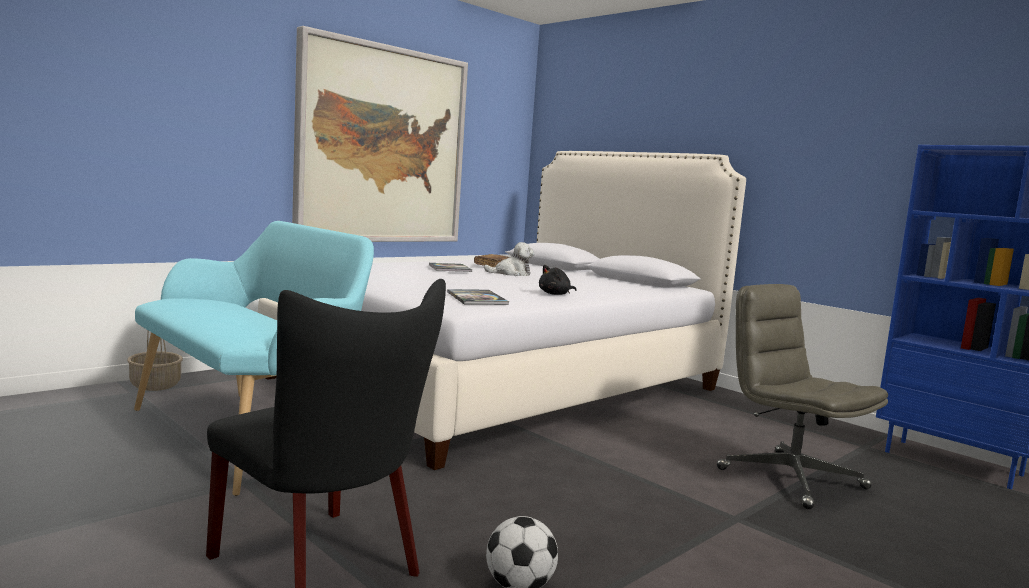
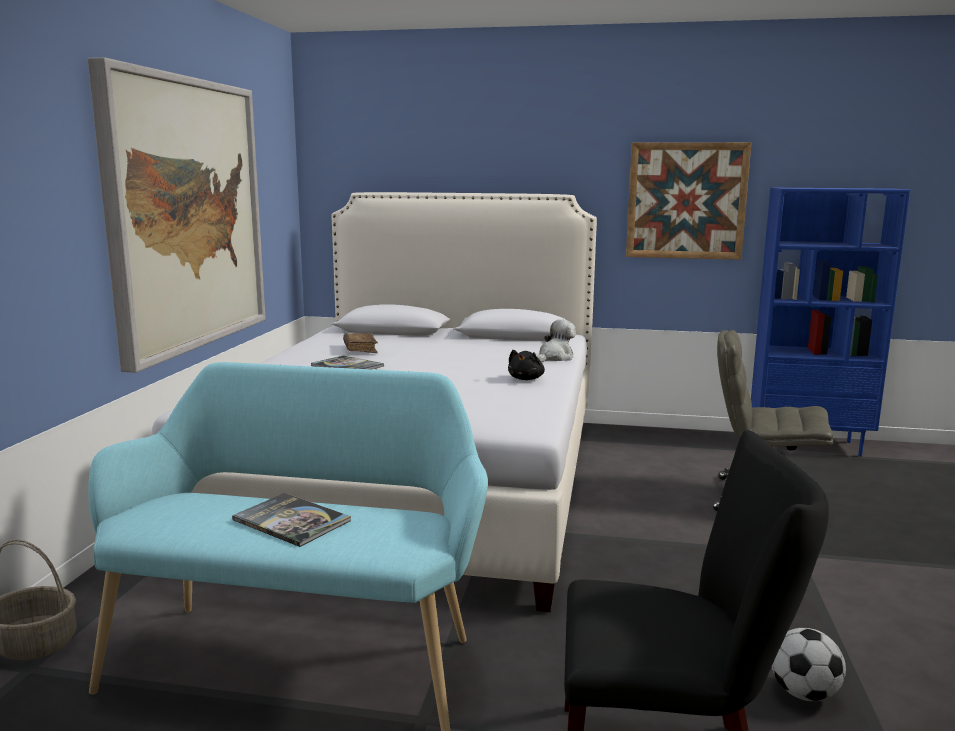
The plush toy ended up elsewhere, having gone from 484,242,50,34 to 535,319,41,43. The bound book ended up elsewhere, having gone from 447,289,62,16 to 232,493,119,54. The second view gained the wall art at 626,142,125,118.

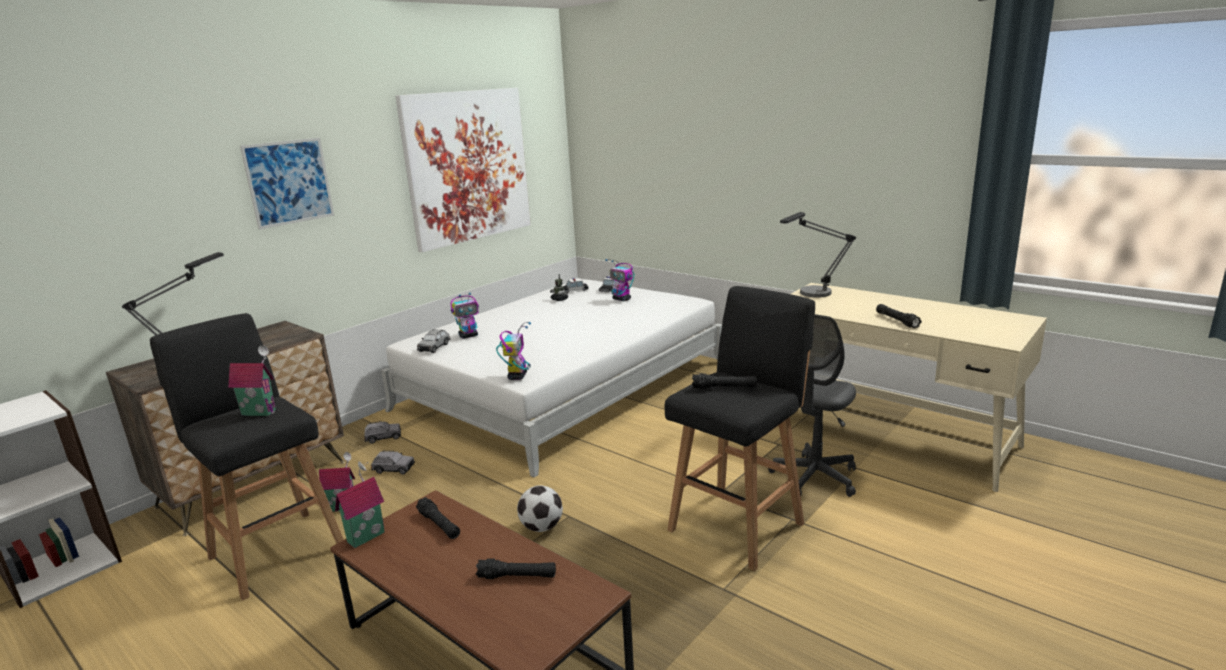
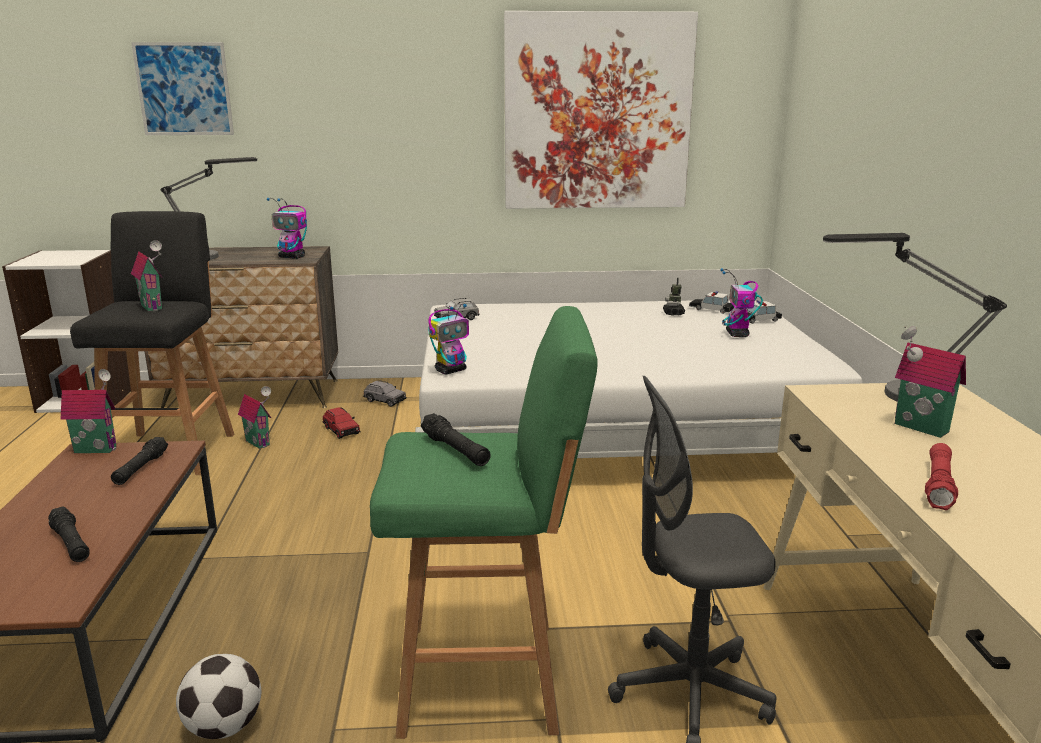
The wall art ended up elsewhere, having gone from 240,138,94,92 to 131,42,103,93. What was the sitting stool (black) at 664,286,151,285 turned into the sitting stool (green-coloured) at 370,306,228,433. The robot figure ended up elsewhere, having gone from 451,293,28,46 to 267,198,40,61. What was the torch (black) at 876,304,46,24 turned into the torch (red) at 925,443,33,67. What was the model car (grey) at 371,451,44,23 turned into the model car (red) at 322,407,39,32. The ball for football ended up elsewhere, having gone from 517,485,46,47 to 176,654,85,85. The second view gained the toy house at 895,326,71,112.

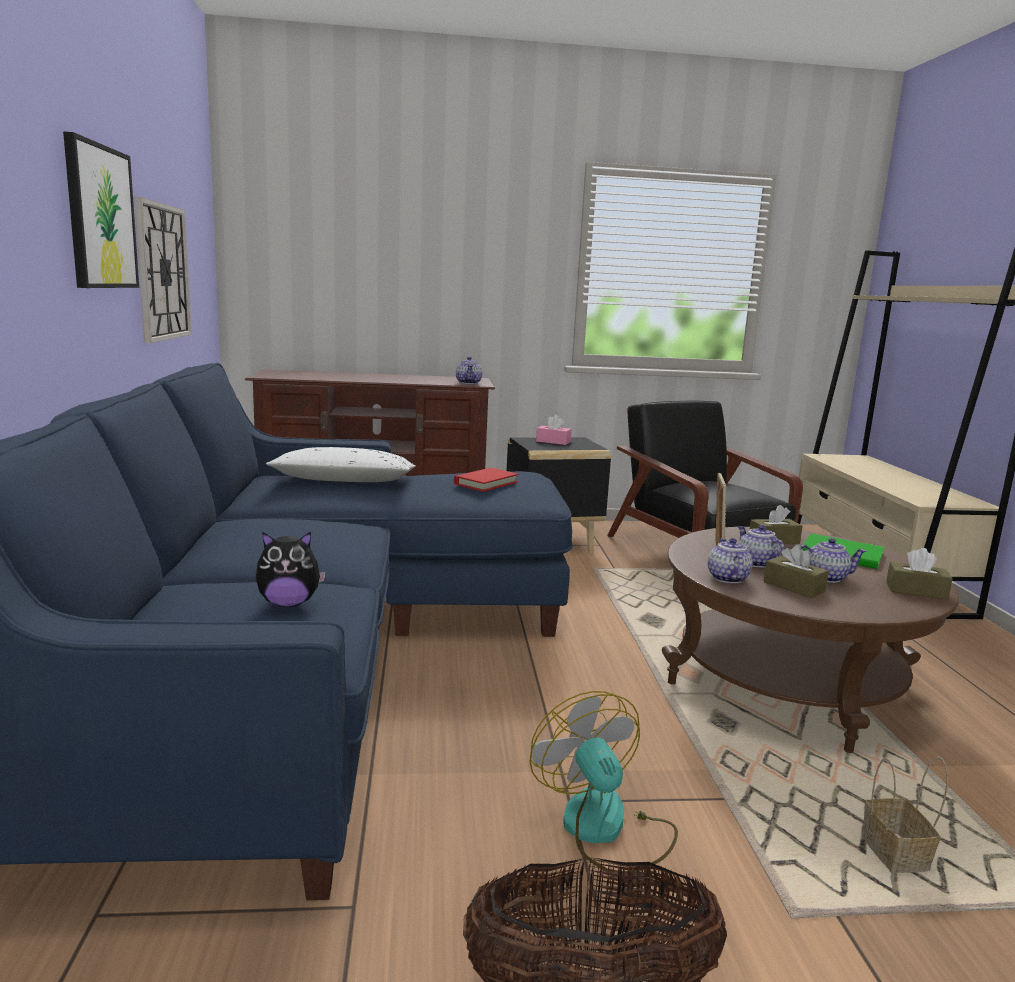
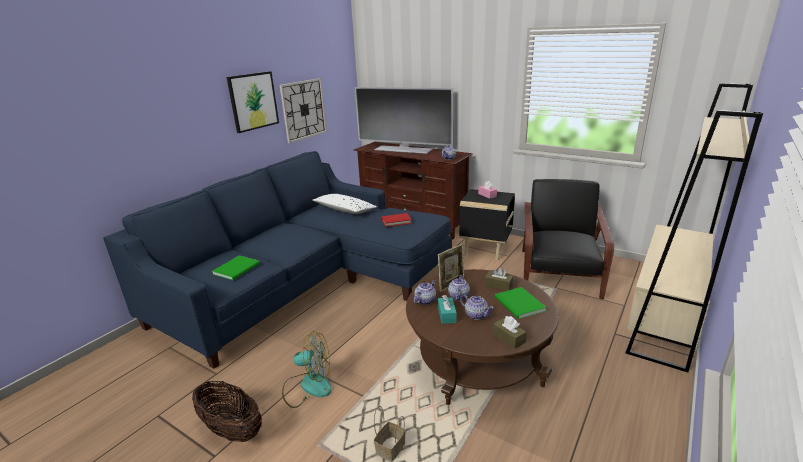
Where the plush toy stood at 256,531,70,76, the bound book (green-coloured) came to stand at 212,256,48,24. What was the tissue box (brown) at 764,545,65,53 turned into the tissue box (blue-green) at 438,295,19,29. The fan at 529,691,149,181 ended up facing another way, 75 degrees clockwise from before. The second view gained the TV set at 355,87,98,67.

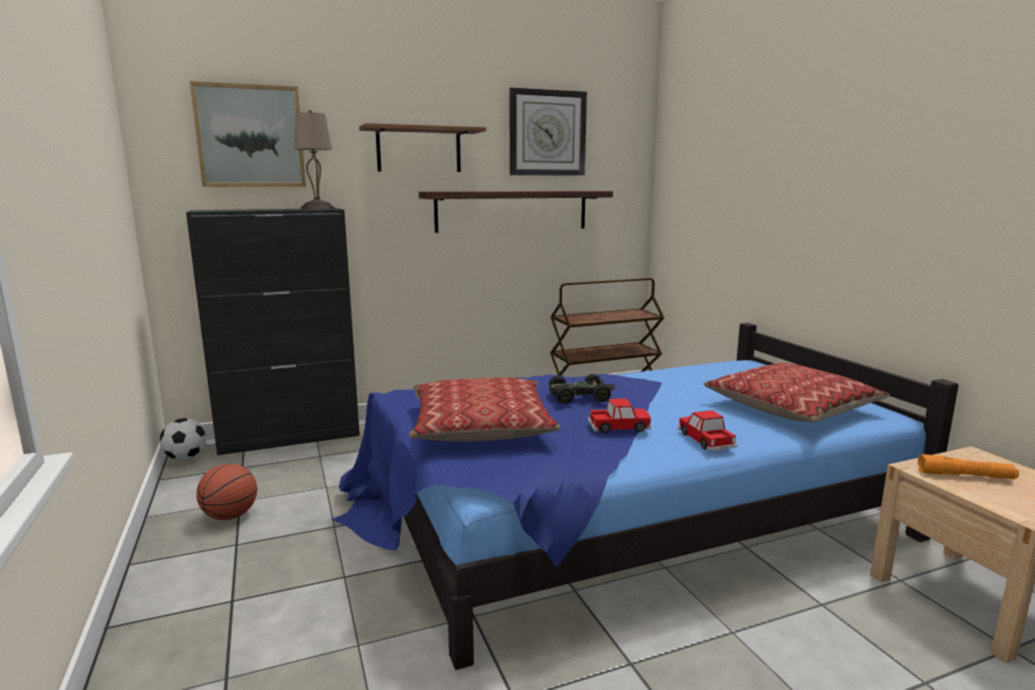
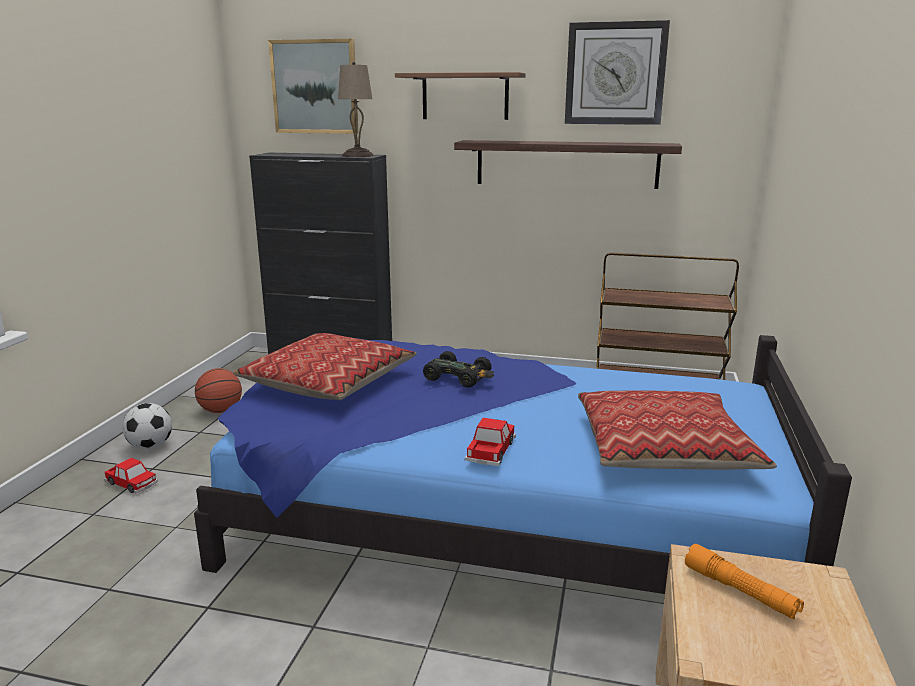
The model car ended up elsewhere, having gone from 588,398,63,35 to 104,458,54,35. The ball for football ended up elsewhere, having gone from 160,418,47,42 to 122,403,50,46.

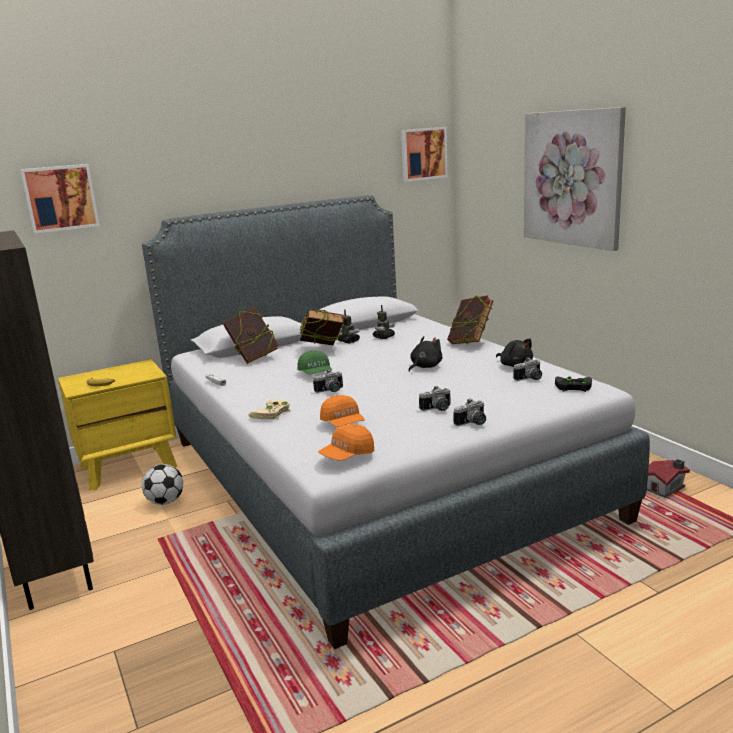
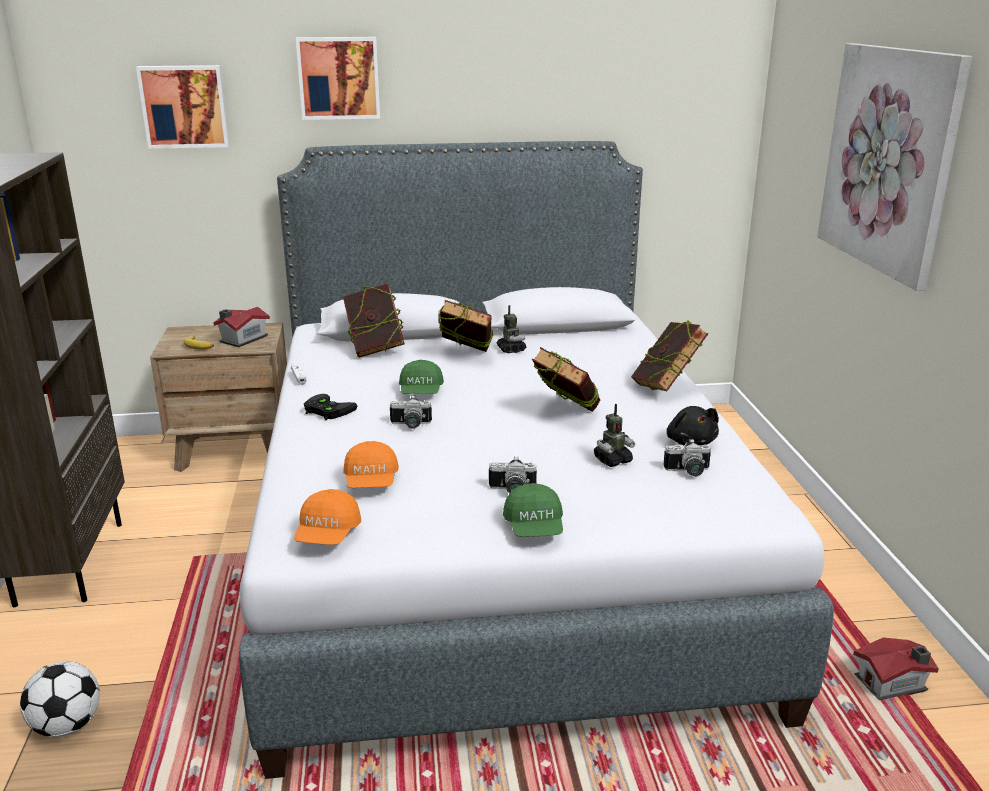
The wall art ended up elsewhere, having gone from 401,127,47,55 to 296,37,84,83. The robot figure ended up elsewhere, having gone from 373,305,22,34 to 594,404,41,63. Where the plush toy (black) stood at 408,336,34,36, the bound book came to stand at 532,347,68,65. What was the nightstand (yellow-coloured) at 58,359,119,131 turned into the nightstand (brown) at 150,323,137,149. The gamepad (black) ended up elsewhere, having gone from 555,377,37,15 to 304,394,53,26. Where the still camera stood at 453,398,33,28, the baseball cap (green-coloured) came to stand at 503,483,60,54. The second view lost the gamepad (sand-coloured) at 249,399,41,20. The baseball cap (orange-coloured) at 318,424,56,37 ended up facing another way, 60 degrees counterclockwise from before. The ball for football ended up elsewhere, having gone from 142,464,41,41 to 20,661,80,76. The second view gained the toy house at 213,307,57,40.

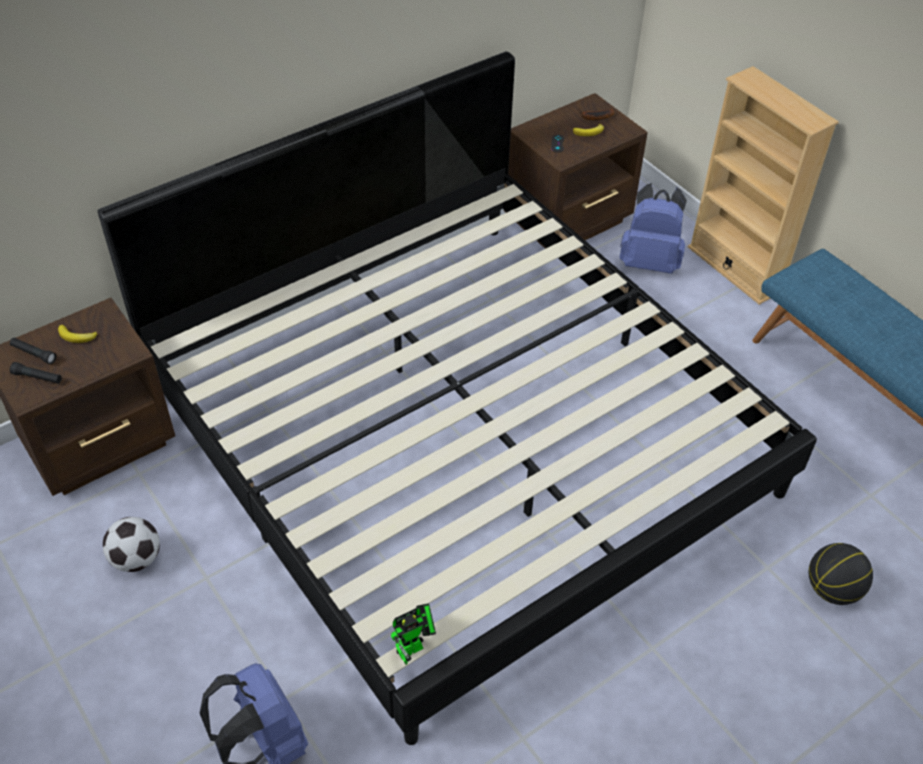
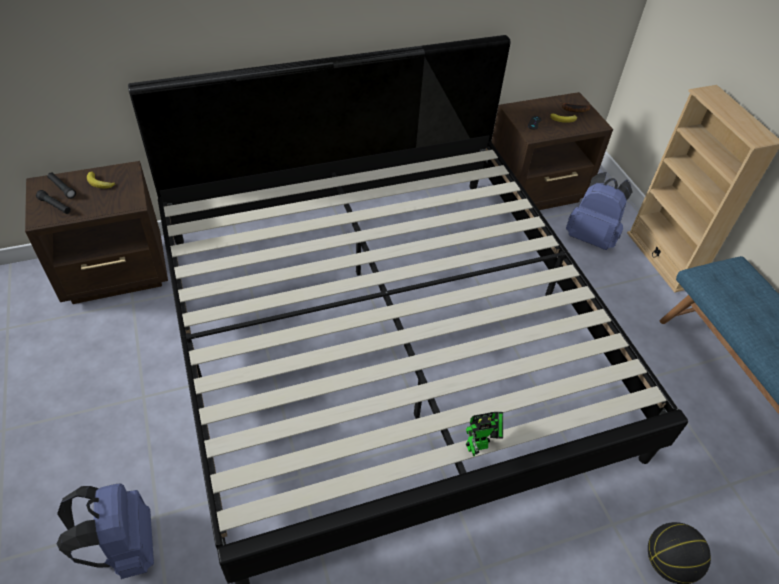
The second view lost the ball for football at 103,517,57,55. The robot figure ended up elsewhere, having gone from 391,603,45,62 to 466,412,37,44.

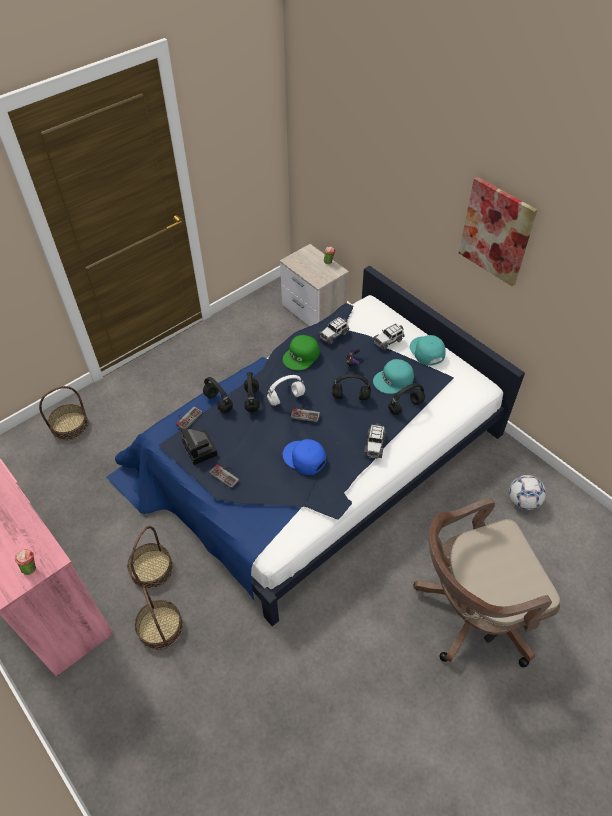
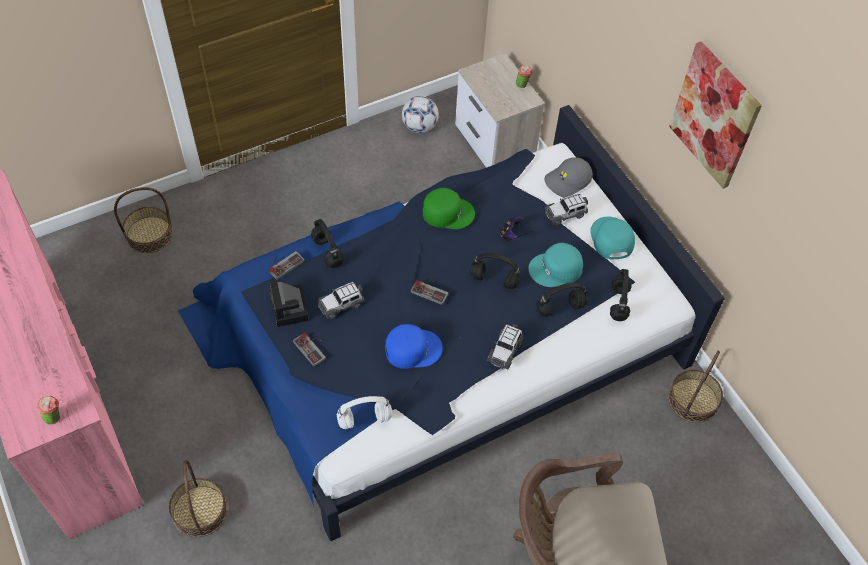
The model car ended up elsewhere, having gone from 318,317,31,28 to 318,282,46,37. The baseball cap (green-coloured) at 283,335,37,35 ended up facing another way, 135 degrees counterclockwise from before. The pair of headphones (black) ended up elsewhere, having gone from 244,372,16,40 to 610,269,22,52. The pair of headphones (white-coloured) ended up elsewhere, having gone from 267,375,38,31 to 337,396,55,33. The baseball cap (blue-coloured) at 283,439,43,36 ended up facing another way, 120 degrees clockwise from before. The ball for football ended up elsewhere, having gone from 509,475,37,35 to 402,96,37,37. The storage basket ended up elsewhere, having gone from 127,526,46,63 to 668,351,55,72. The second view gained the baseball cap (grey) at 544,157,49,41.

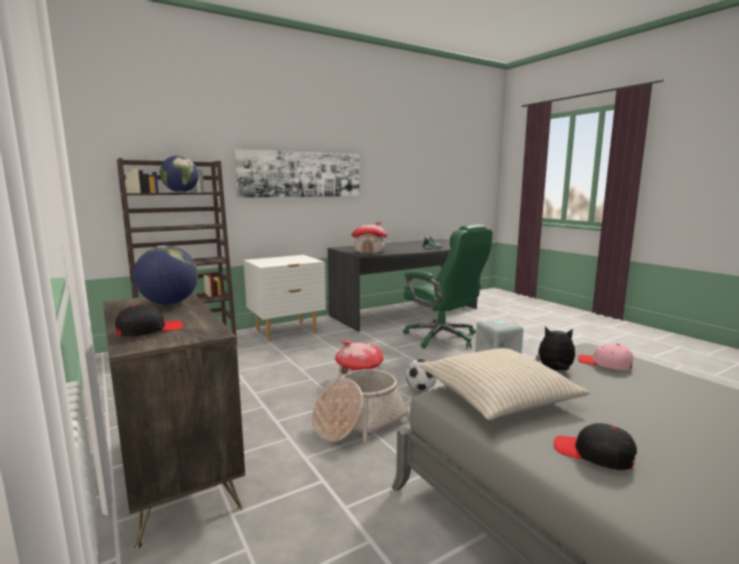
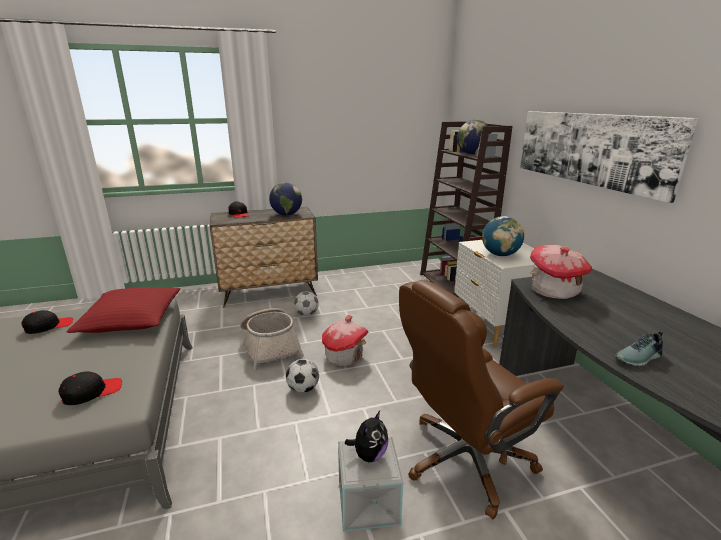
What was the office chair (green-coloured) at 403,224,90,125 turned into the office chair (brown) at 399,280,165,239. The plush toy ended up elsewhere, having gone from 536,327,39,44 to 345,411,43,51. What was the baseball cap (pink) at 578,343,55,27 turned into the baseball cap (black) at 58,372,64,33. What was the cushion (sand-coloured) at 419,348,171,72 turned into the cushion (red) at 67,287,113,46. The second view gained the world globe at 482,216,42,40. The second view gained the ball for football at 294,291,25,25.

